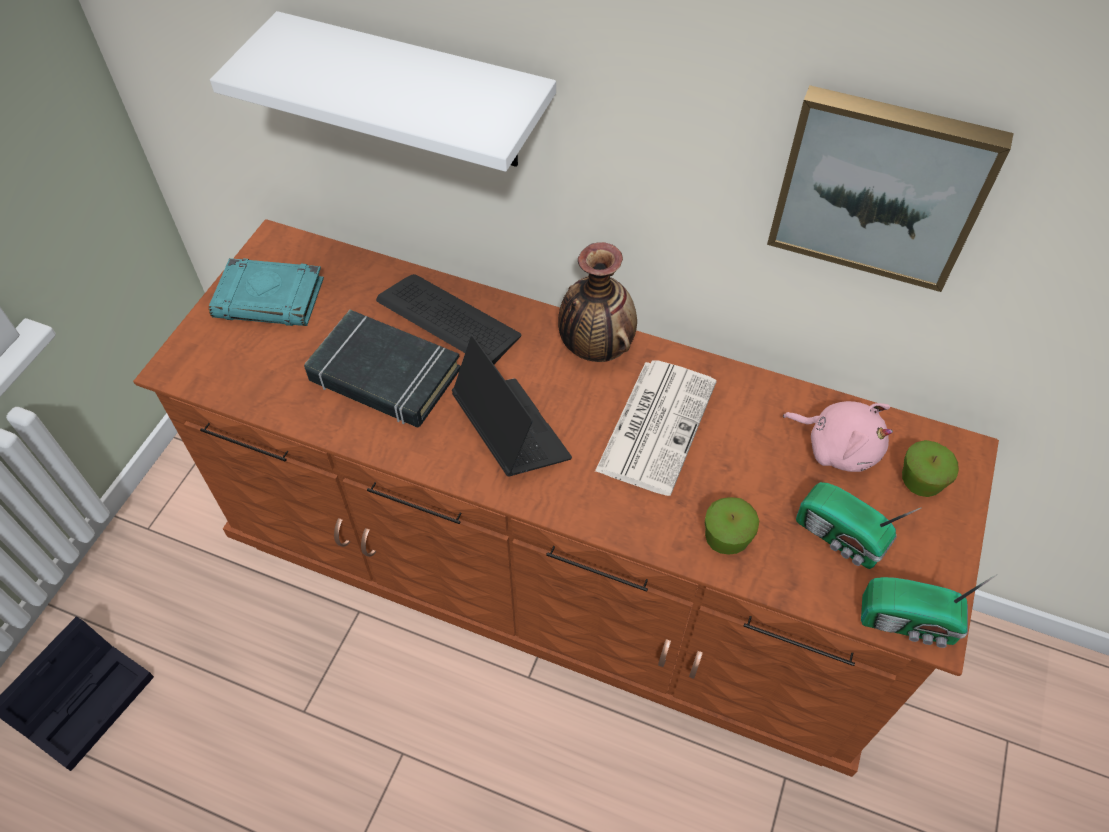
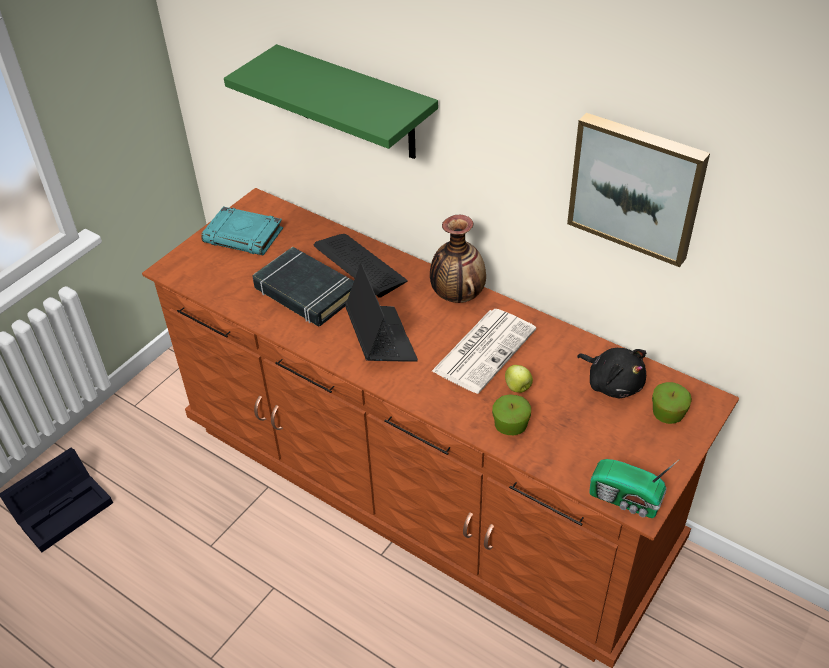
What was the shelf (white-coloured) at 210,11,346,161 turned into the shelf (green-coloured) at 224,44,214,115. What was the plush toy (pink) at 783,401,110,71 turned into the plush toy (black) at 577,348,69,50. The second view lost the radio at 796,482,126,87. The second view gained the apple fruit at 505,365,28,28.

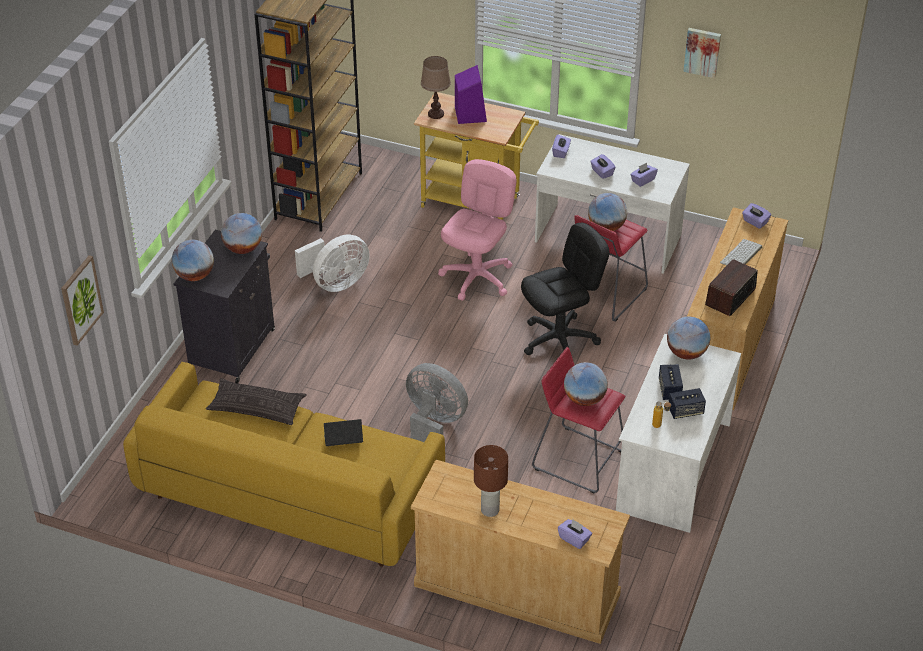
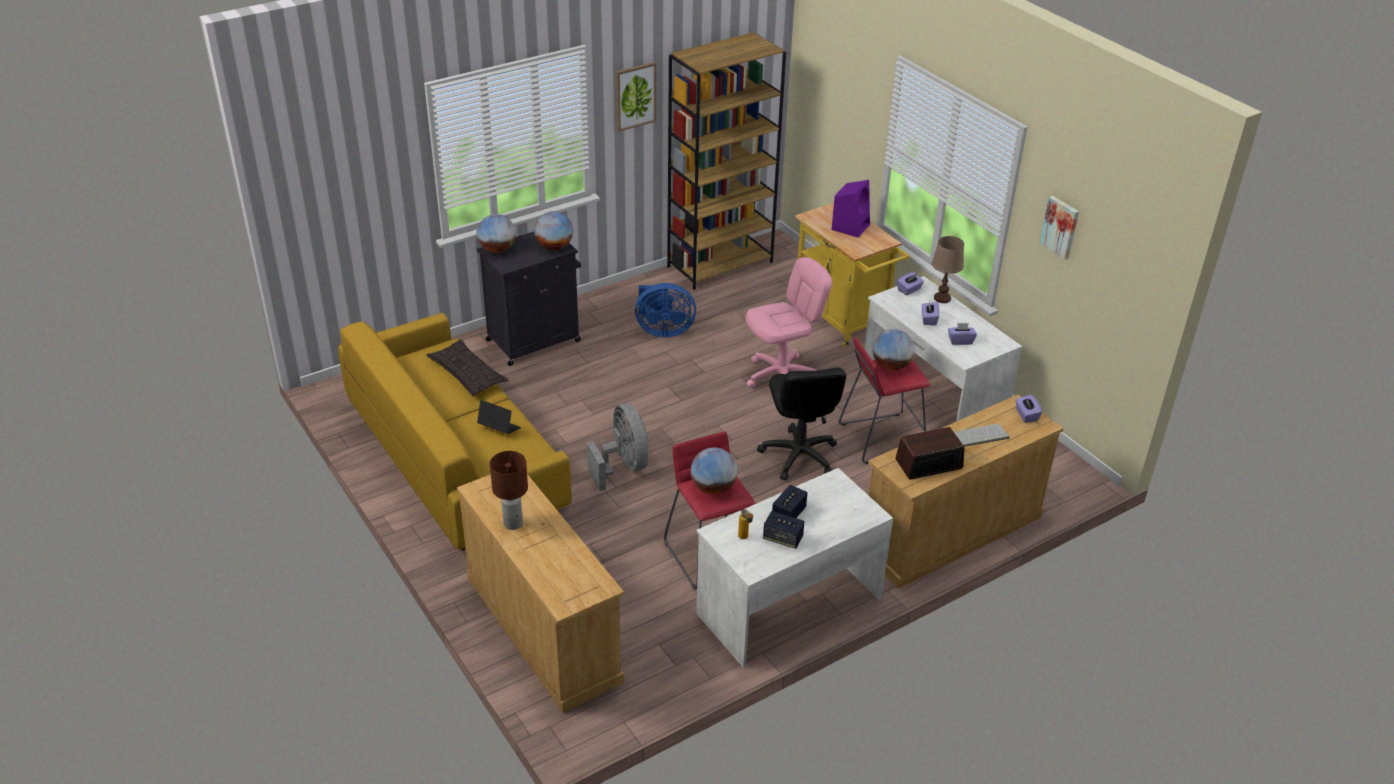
The lamp for a table (brown) ended up elsewhere, having gone from 421,56,30,63 to 932,236,32,67. The office chair (black) at 521,223,88,132 ended up facing another way, 75 degrees clockwise from before. What was the fan (white-coloured) at 295,235,75,57 turned into the fan (blue-coloured) at 635,283,61,54. The wall art ended up elsewhere, having gone from 61,255,43,91 to 616,62,40,70. The second view lost the world globe at 667,316,43,43. The second view lost the tissue box (purple-coloured) at 558,519,34,30.

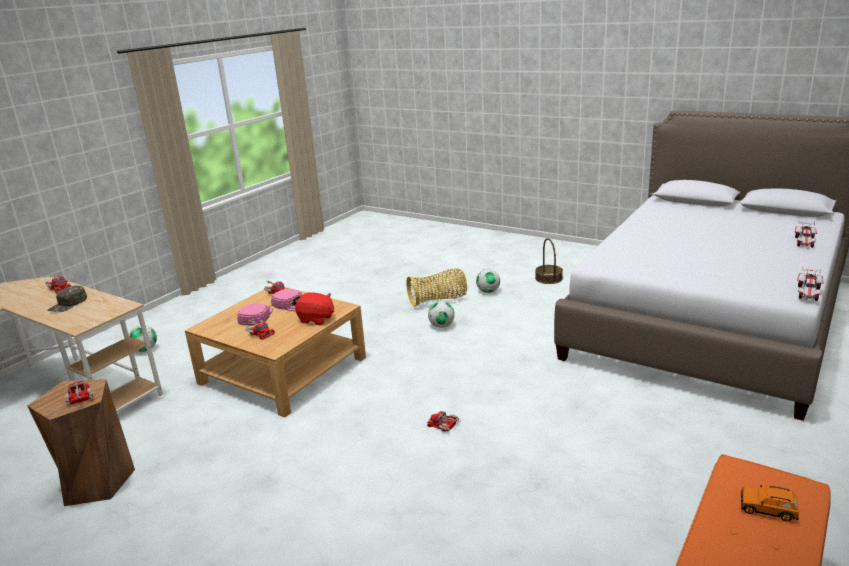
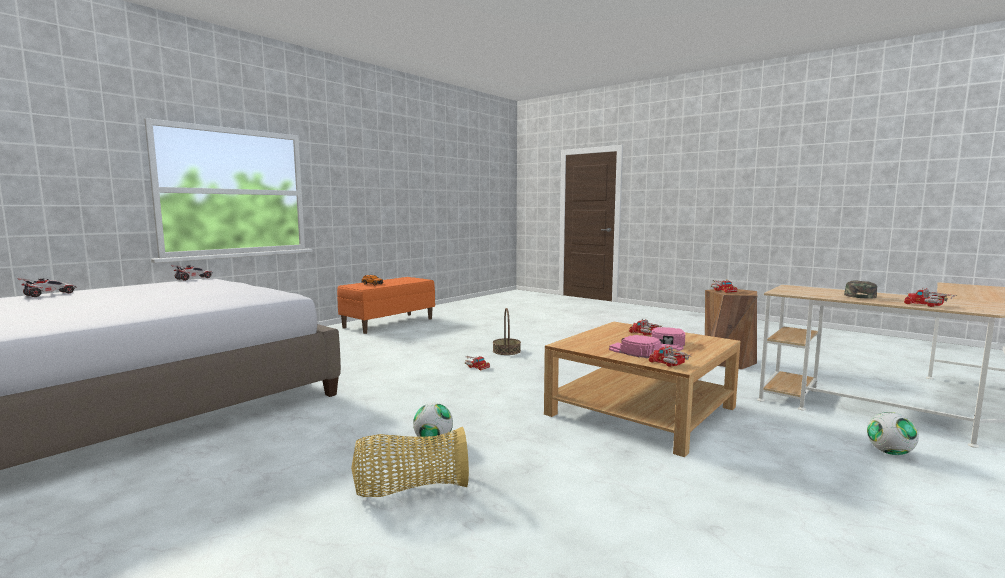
The storage basket ended up elsewhere, having gone from 535,238,28,46 to 493,308,28,47. The second view lost the ball for football at 476,269,24,24. The second view lost the plush toy (red) at 295,292,39,33.

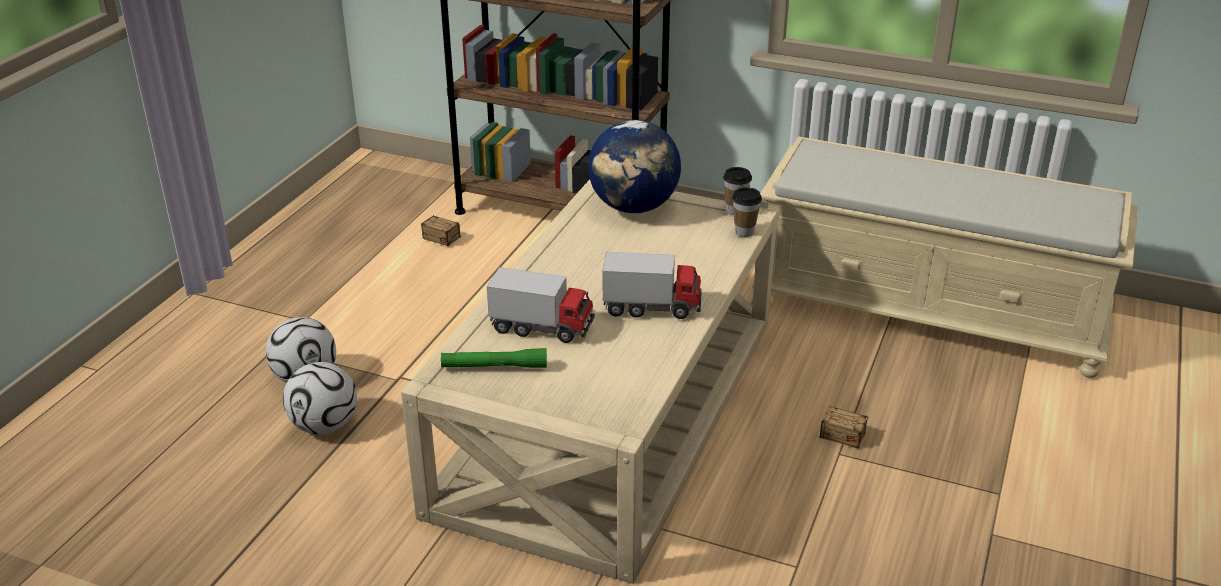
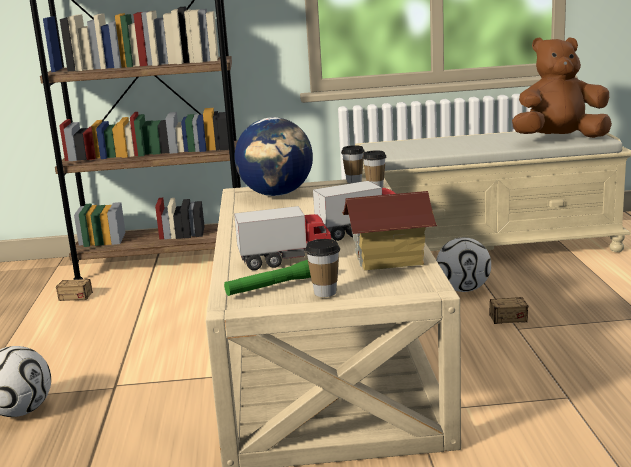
The ball for football ended up elsewhere, having gone from 283,362,74,72 to 436,237,55,55. The second view gained the plush toy (brown) at 512,37,100,101. The second view gained the toy house at 342,191,95,80. The second view gained the drinking cup at 305,239,35,58.

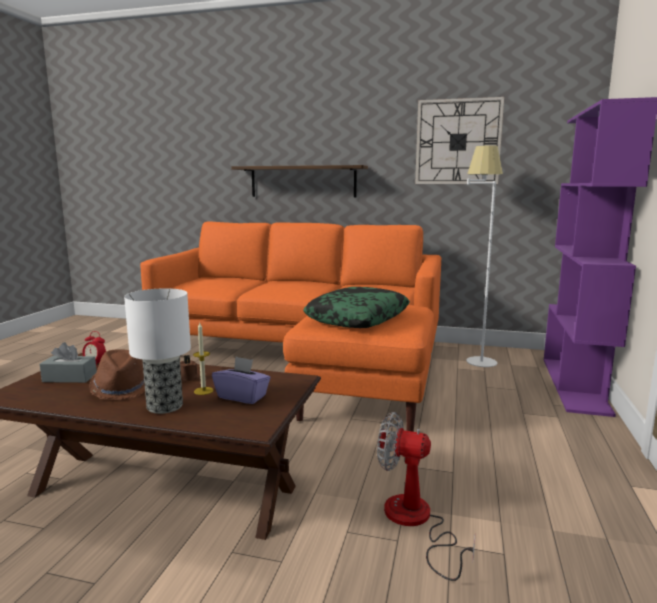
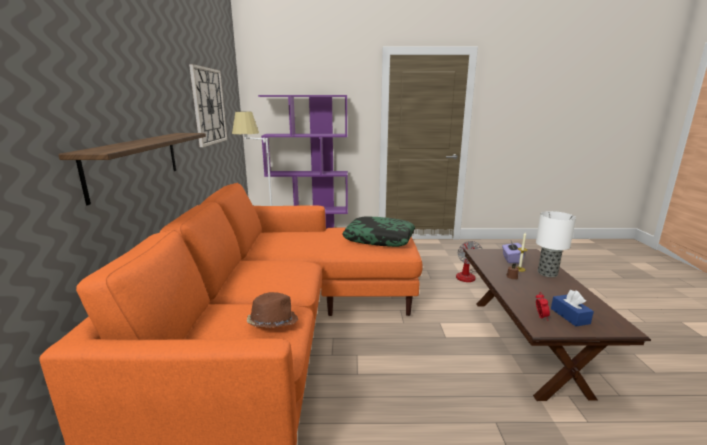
What was the tissue box (grey) at 40,342,57,41 turned into the tissue box (blue-coloured) at 551,290,43,36. The clothing hat (brown) ended up elsewhere, having gone from 89,349,56,51 to 247,292,51,36.

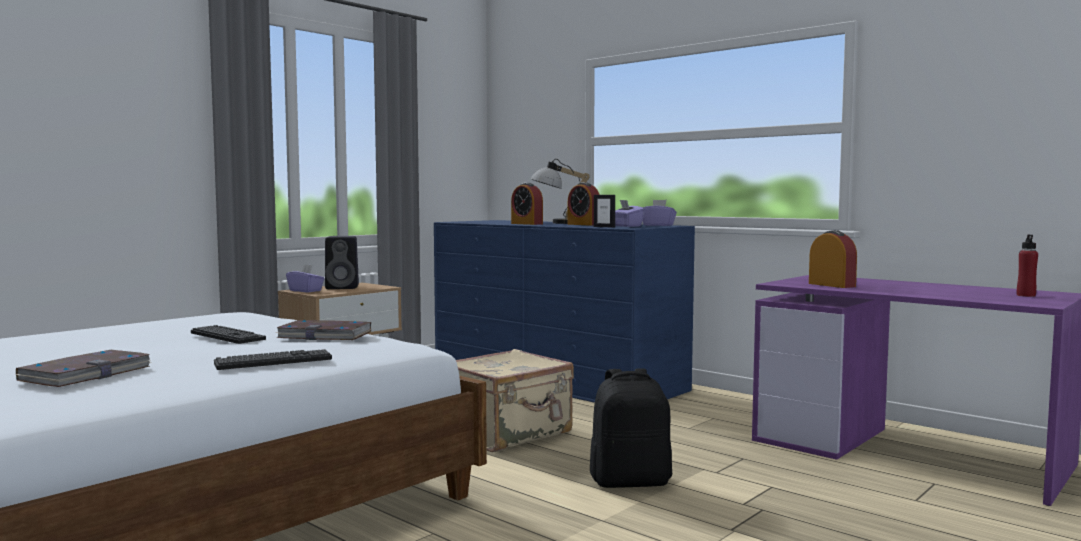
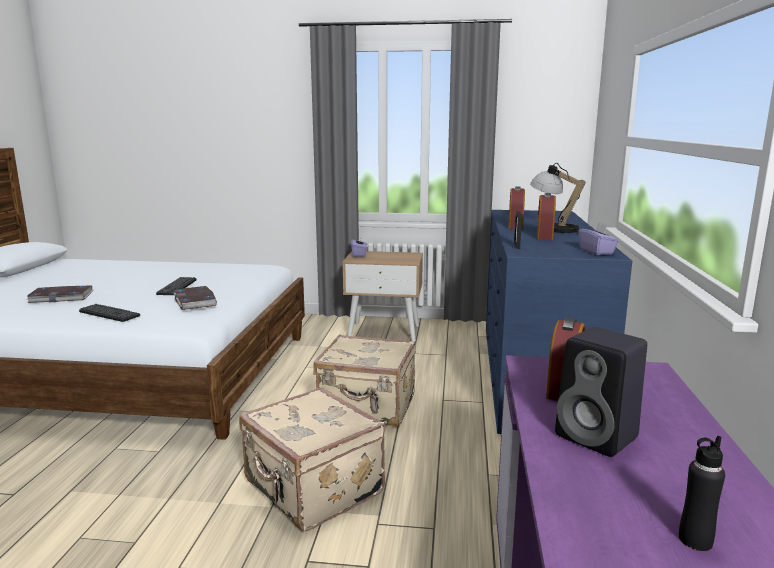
The second view lost the tissue box (purple-coloured) at 615,200,30,27. What was the beverage bottle (red) at 1017,234,21,63 turned into the beverage bottle (black) at 679,436,46,115. The speaker (black) ended up elsewhere, having gone from 325,236,34,53 to 555,327,92,130. Where the backpack (black) stood at 590,368,82,120, the travel case (sand-coloured) came to stand at 239,387,146,144.

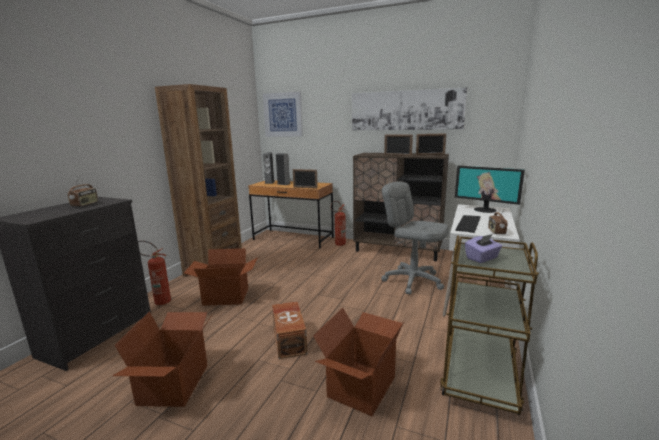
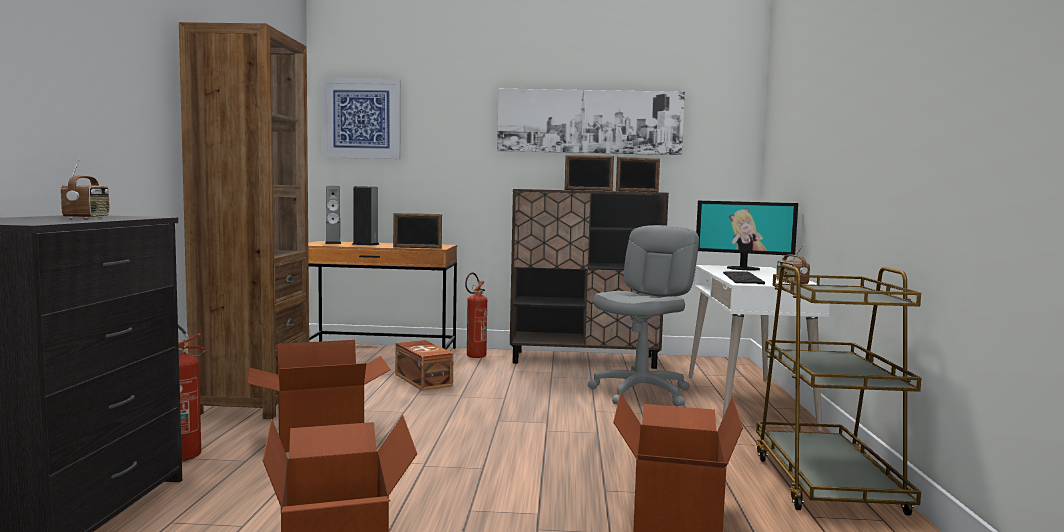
The office chair (grey) at 381,181,68,113 ended up facing another way, 105 degrees clockwise from before. The second view lost the tissue box (purple-coloured) at 465,234,37,29. The storage box (brown) ended up elsewhere, having gone from 272,301,35,58 to 395,340,59,51.

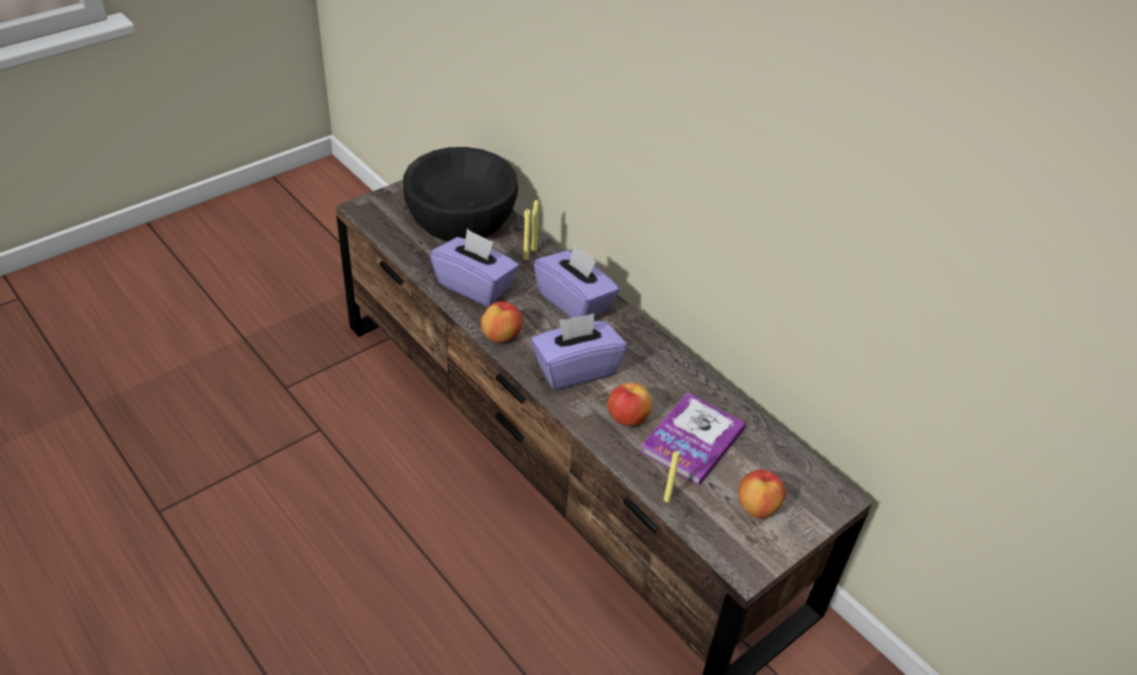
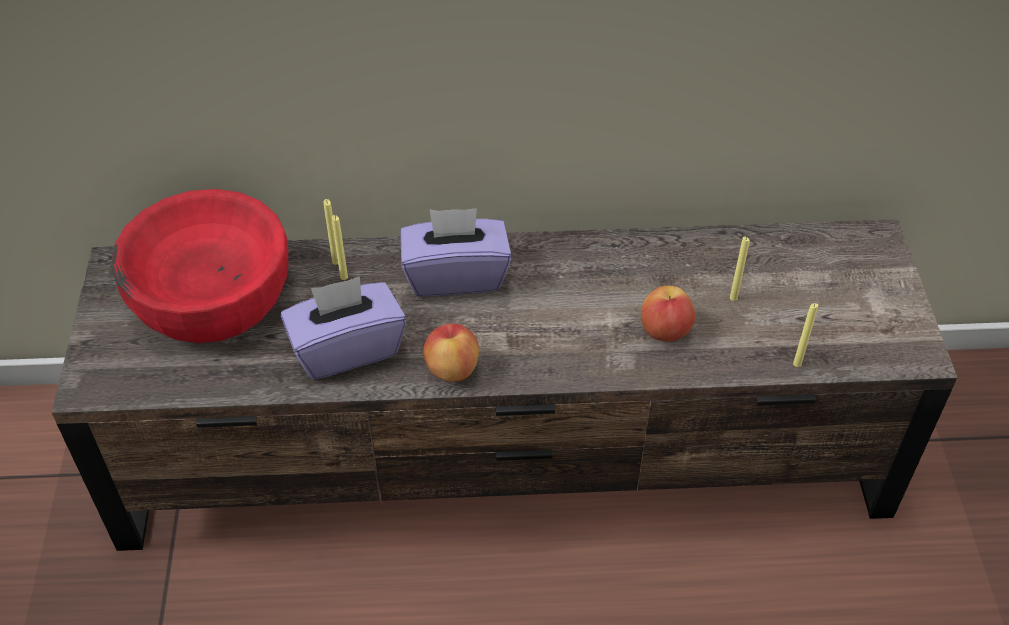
What was the deep dish (black) at 403,147,115,95 turned into the deep dish (red) at 111,189,177,154. The second view lost the tissue box (purple-coloured) at 531,313,95,77. Where the bound book stood at 640,392,106,94, the wax light (yellow-coloured) came to stand at 730,237,20,64. The second view lost the apple fruit at 738,470,48,48.

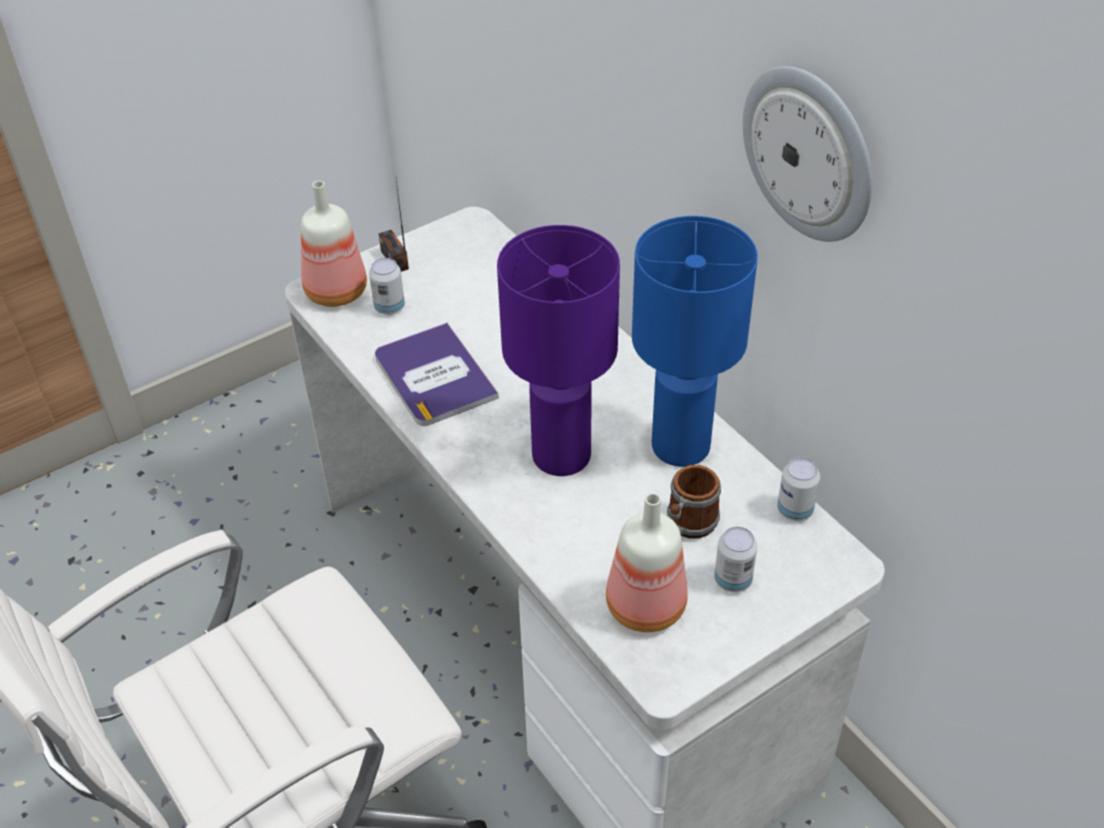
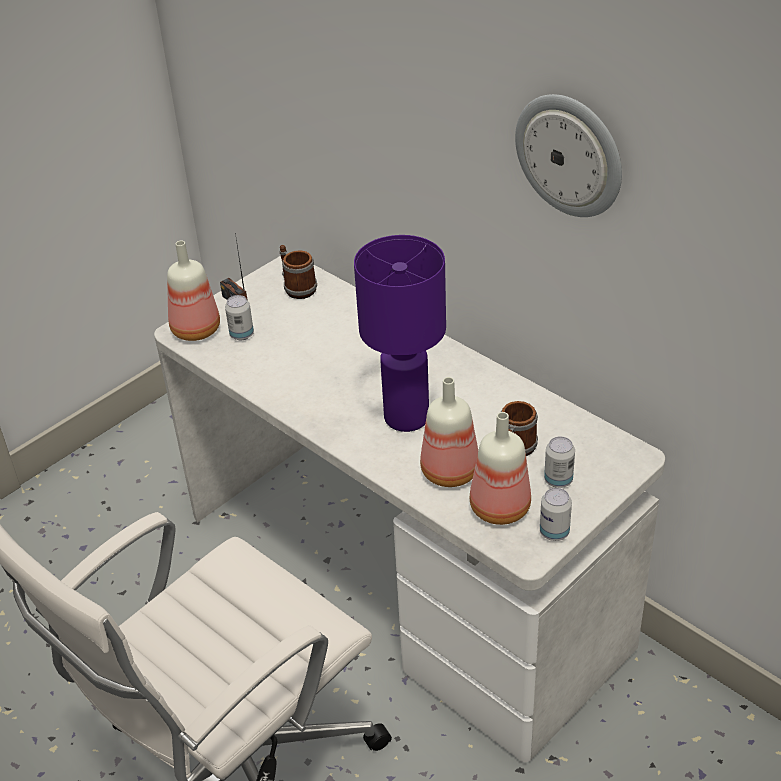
The second view lost the lamp for a table (blue-coloured) at 632,216,126,251. The second view lost the bound book at 375,323,124,103. The sealed can ended up elsewhere, having gone from 777,457,43,64 to 540,488,32,53. The second view gained the mug at 279,245,38,54. The second view gained the beverage bottle at 420,377,58,110.

